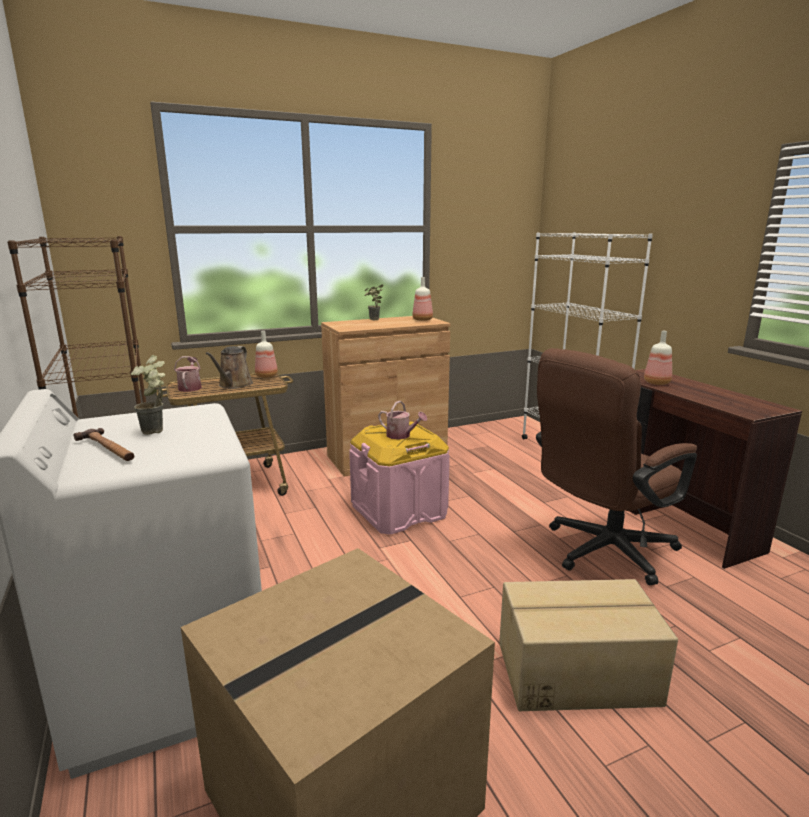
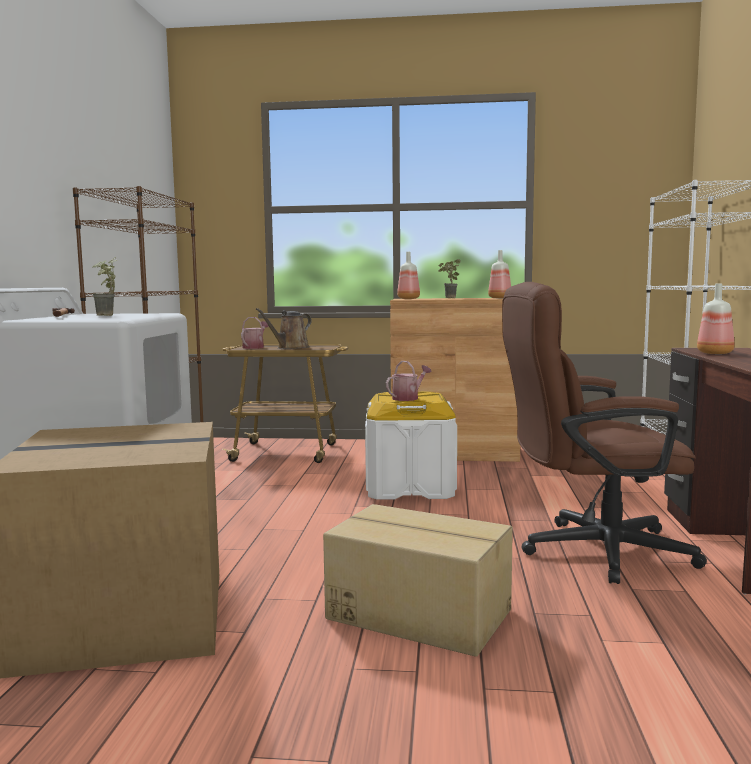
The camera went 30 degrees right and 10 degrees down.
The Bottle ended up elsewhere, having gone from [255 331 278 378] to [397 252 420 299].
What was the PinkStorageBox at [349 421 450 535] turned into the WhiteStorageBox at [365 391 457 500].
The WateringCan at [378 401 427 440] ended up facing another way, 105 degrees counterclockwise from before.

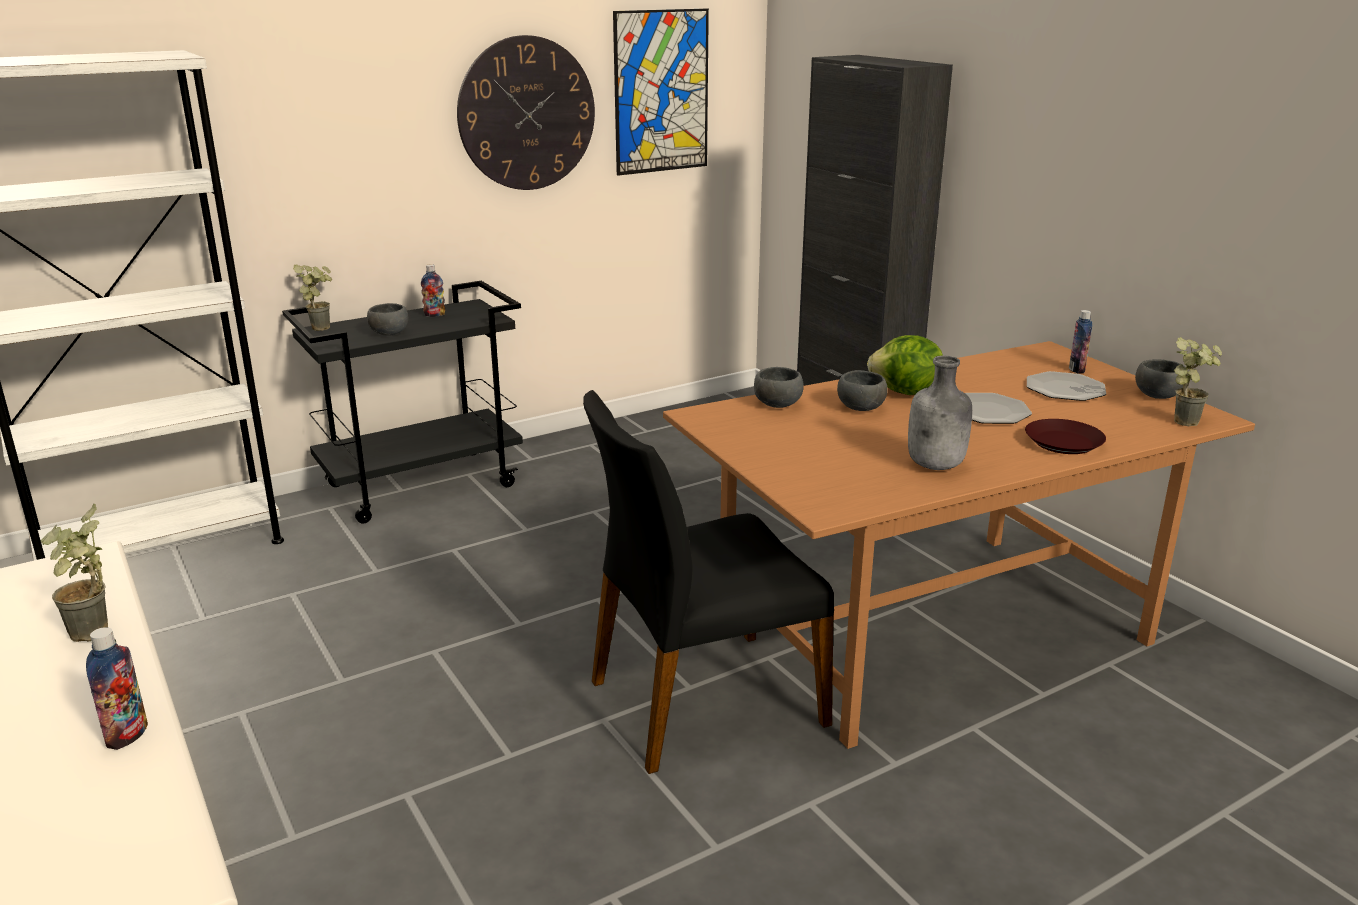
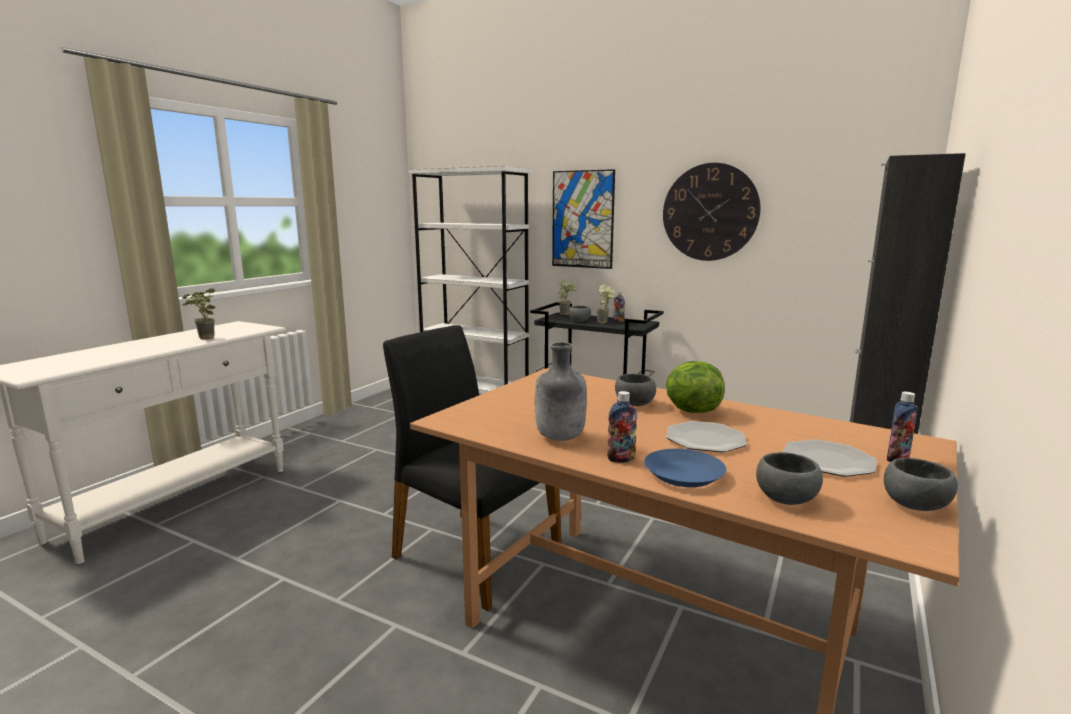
The camera went 60 degrees right and 10 degrees down.
The Bottle ended up elsewhere, having gone from [86 627 148 750] to [607 391 637 463].
The Picture ended up elsewhere, having gone from [613 9 709 176] to [552 169 615 269].
The GreyBowl ended up elsewhere, having gone from [754 367 804 408] to [756 452 823 505].
The PottedPlant ended up elsewhere, having gone from [1174 337 1222 426] to [596 284 615 323].
What was the BrownPlate at [1025 419 1106 454] turned into the BluePlate at [644 449 726 487].

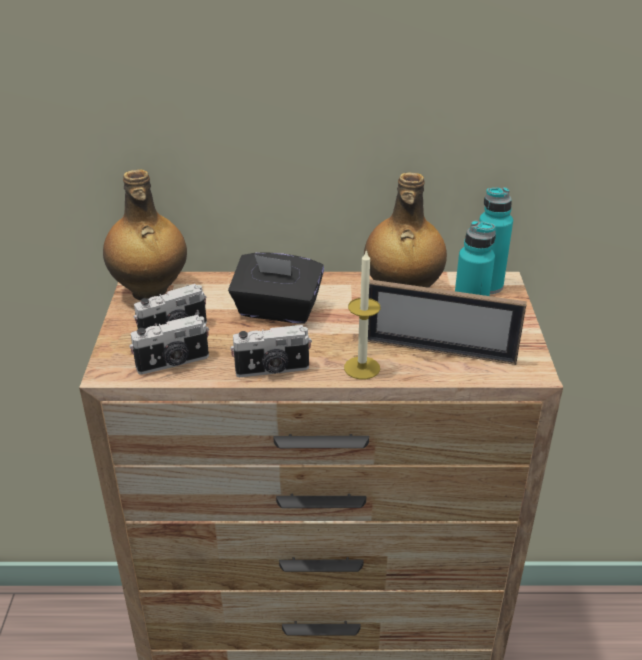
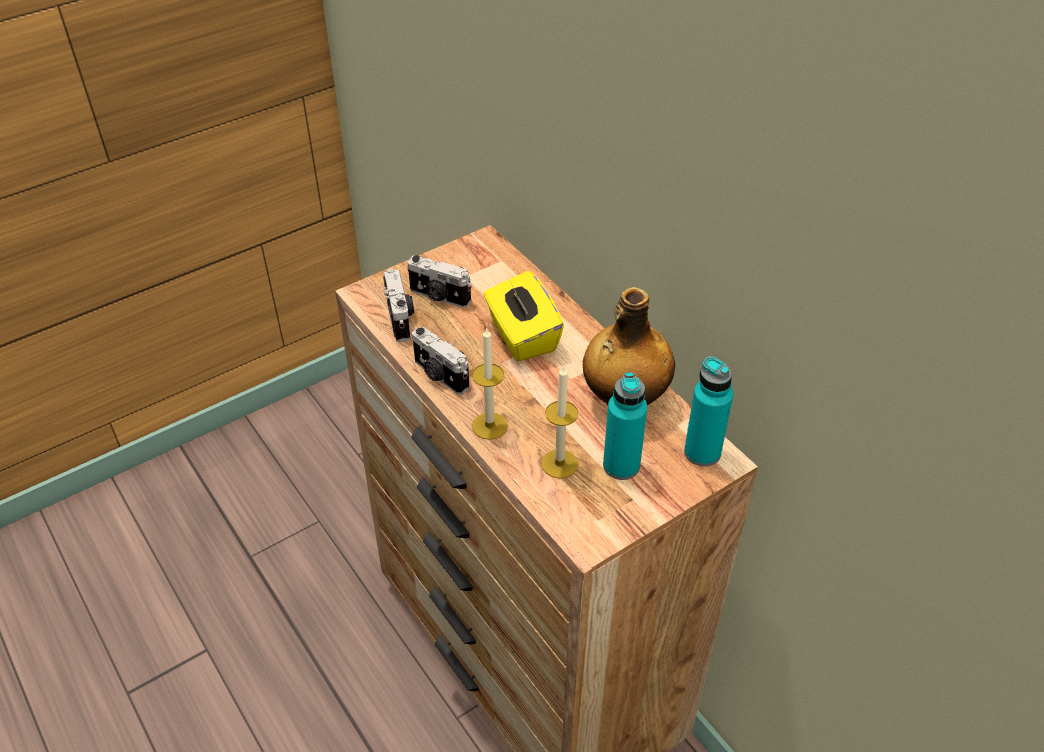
The camera went 55 degrees right and 10 degrees up.
The second view lost the Bottle at [103 169 187 300].
Where the PictureFrame stood at [368 279 527 365], the Candle came to stand at [541 365 578 479].
What was the BlackTissueBox at [228 253 324 324] turned into the YellowTissueBox at [484 271 564 362].
The PhotoCamera at [129 315 209 375] ended up facing another way, 135 degrees counterclockwise from before.

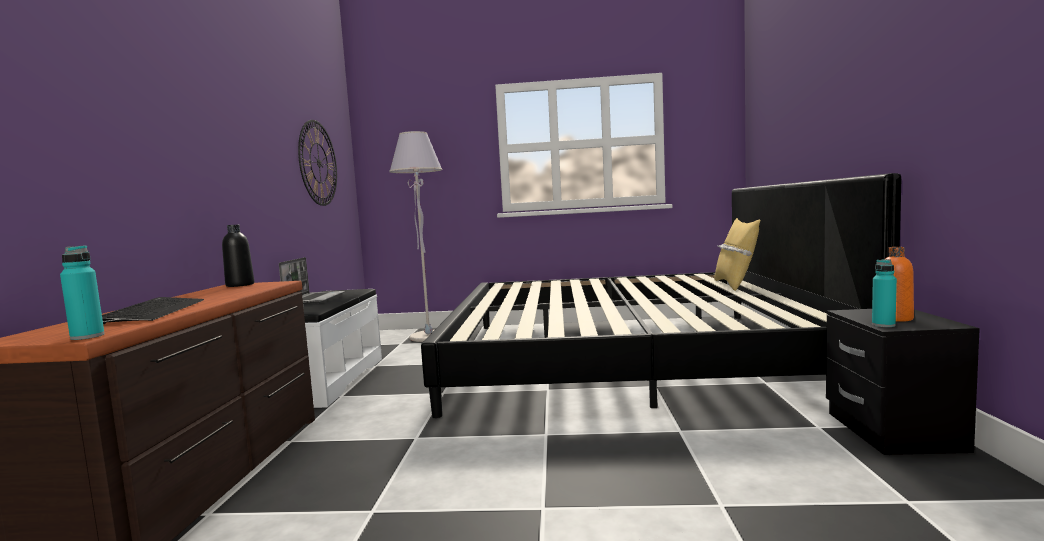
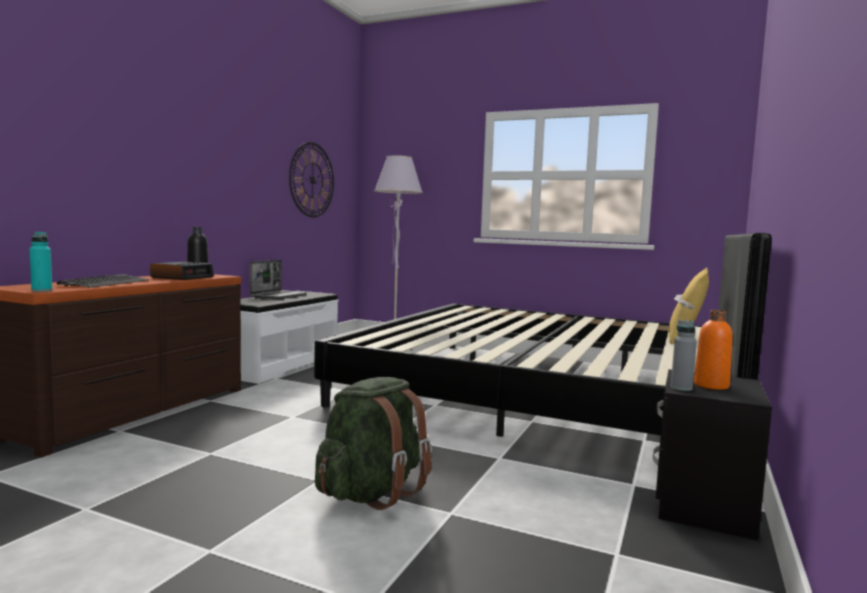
The camera went 20 degrees right and 0 degrees up.
The second view gained the AlarmClock at [150 262 214 280].
The second view gained the GreenBackpack at [315 377 432 510].
What was the TurquoiseBottle at [872 259 897 327] turned into the GreyBottle at [671 320 697 391].

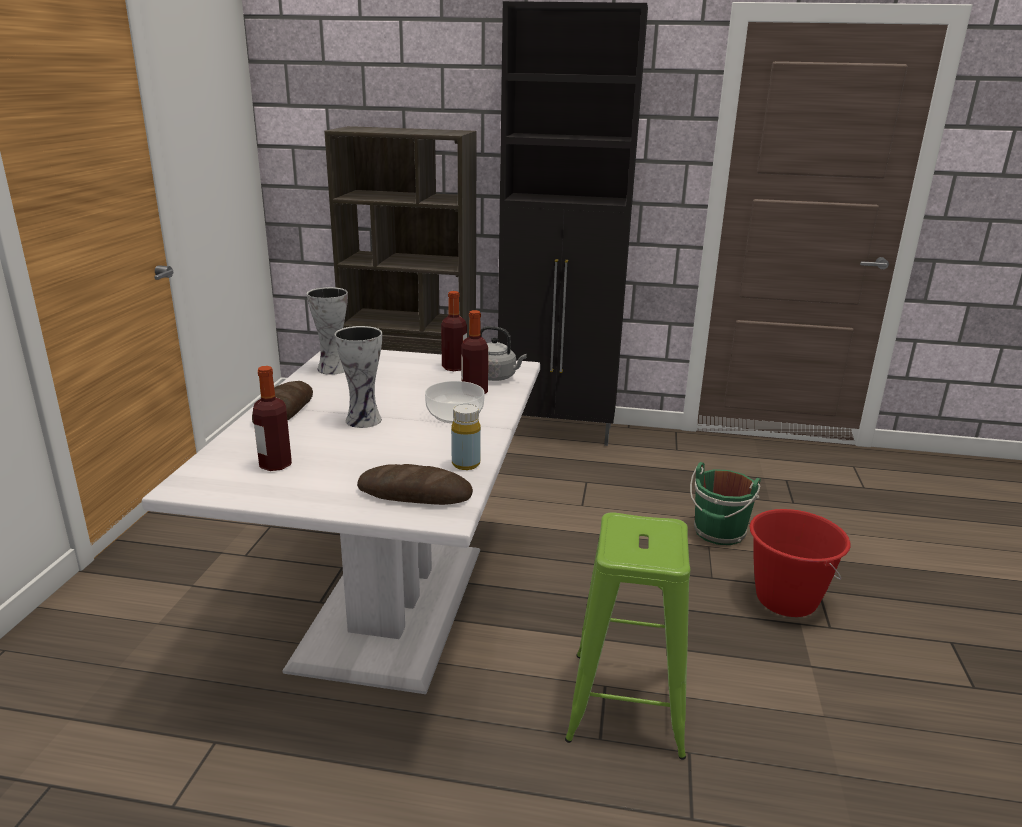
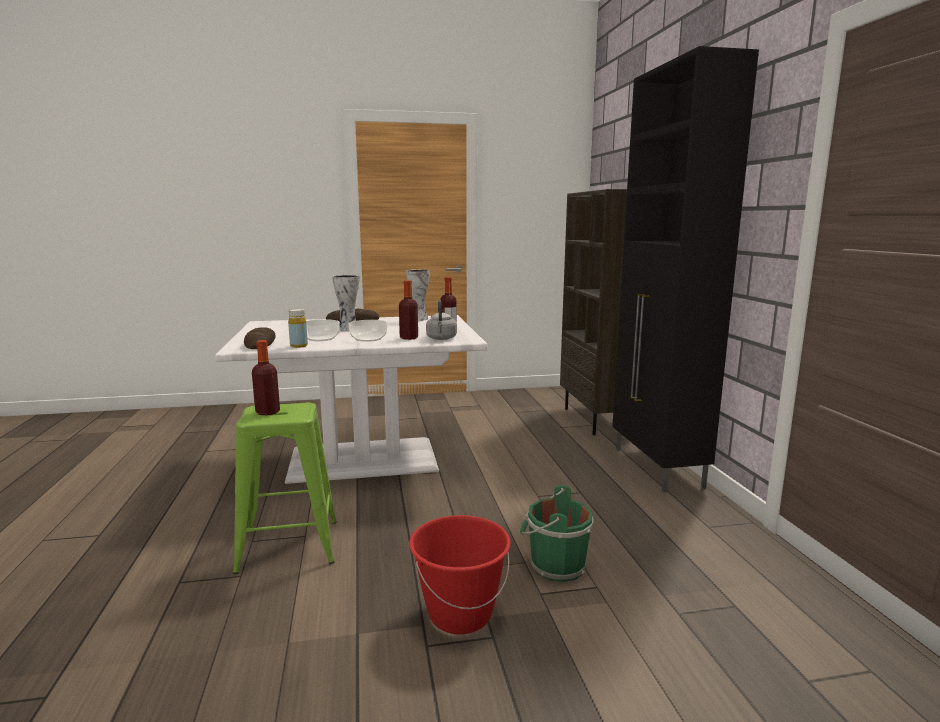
The camera went 70 degrees right and 10 degrees down.
The second view gained the Bowl at [306 319 340 341].
The Bottle ended up elsewhere, having gone from [253 366 292 471] to [252 340 280 415].

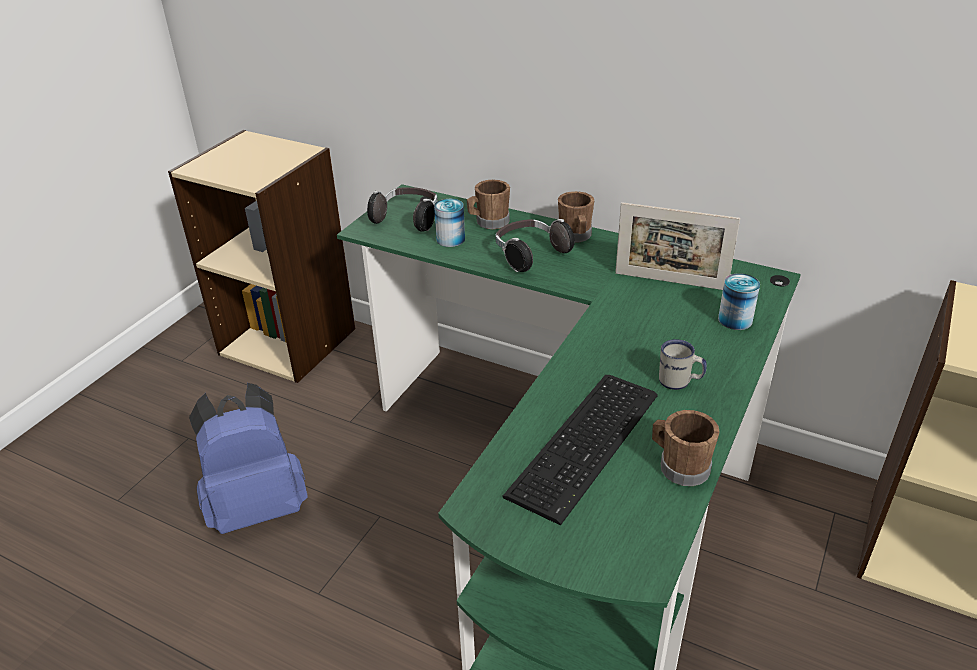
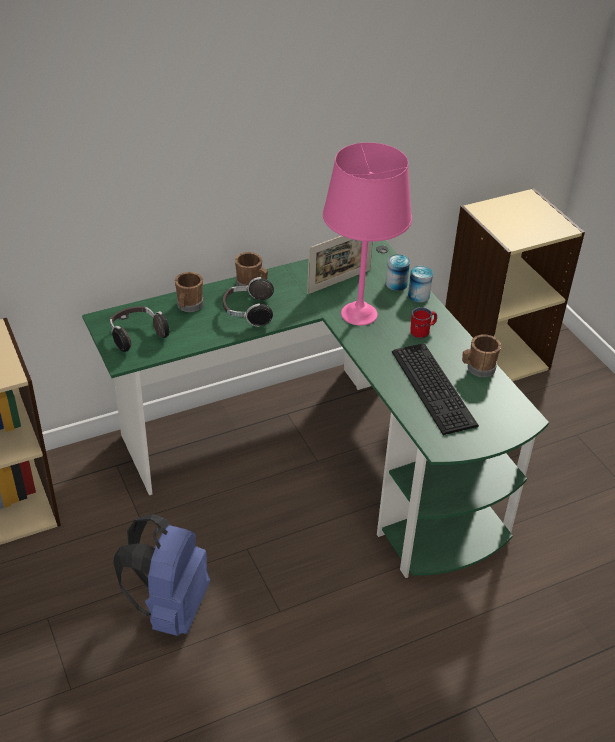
The camera went 55 degrees left and 5 degrees up.
The second view gained the PinkTableLamp at [323 142 412 326].
The Can ended up elsewhere, having gone from [434 199 465 247] to [408 266 433 303].
What was the WhiteMug at [659 339 707 390] turned into the RedMug at [410 307 437 339].

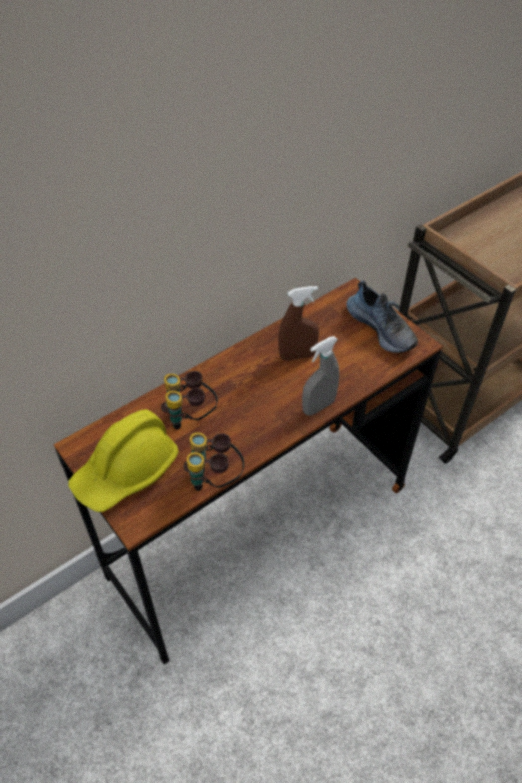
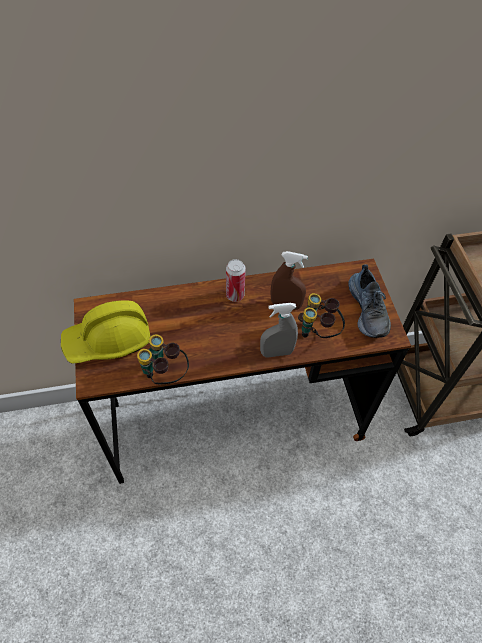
The camera went 25 degrees right and 5 degrees up.
The second view gained the Can at [226 259 246 302].
The Binoculars ended up elsewhere, having gone from [161 371 218 430] to [298 293 345 338].

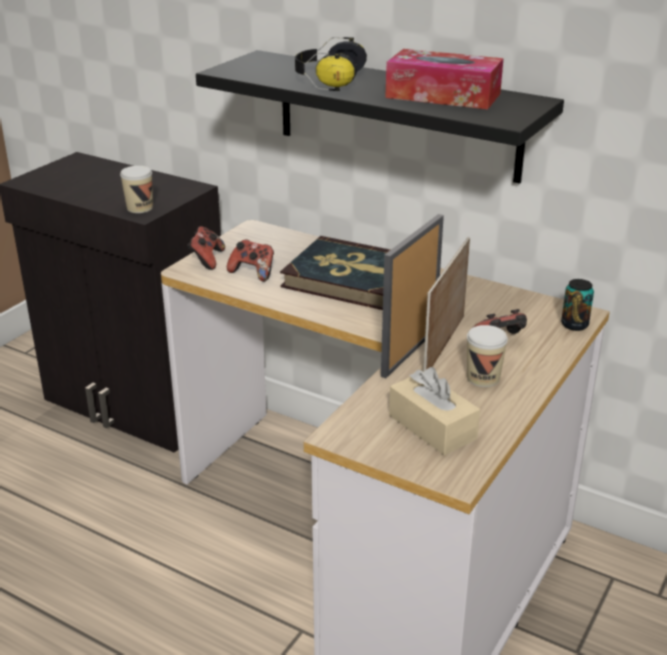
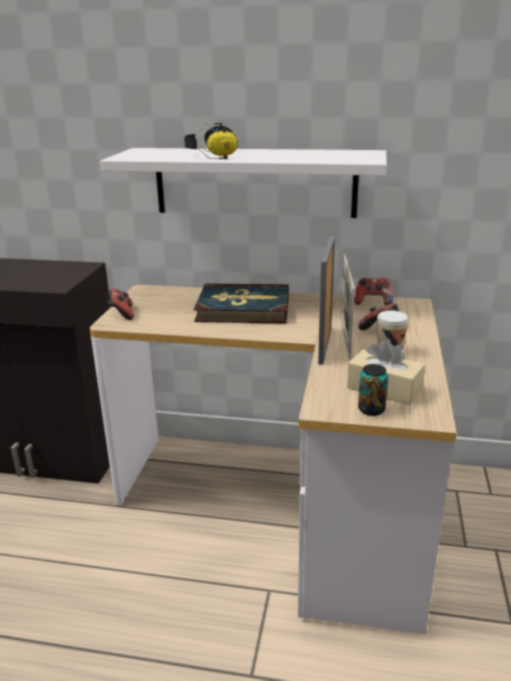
The camera went 20 degrees left and 5 degrees down.
The second view lost the Cup at [120 166 153 213].
The second view lost the TissueBox at [385 49 504 109].
The GameController ended up elsewhere, having gone from [227 239 274 282] to [354 278 393 305].
The Can ended up elsewhere, having gone from [561 279 594 331] to [358 364 388 416].
What was the BlackShelf at [196 50 564 184] turned into the WhiteShelf at [100 148 387 218].

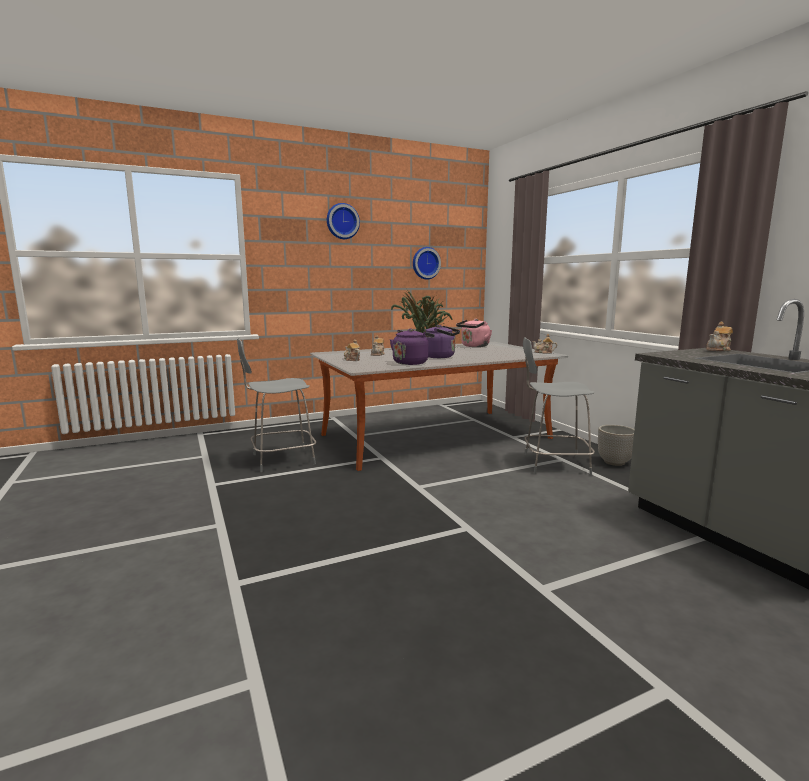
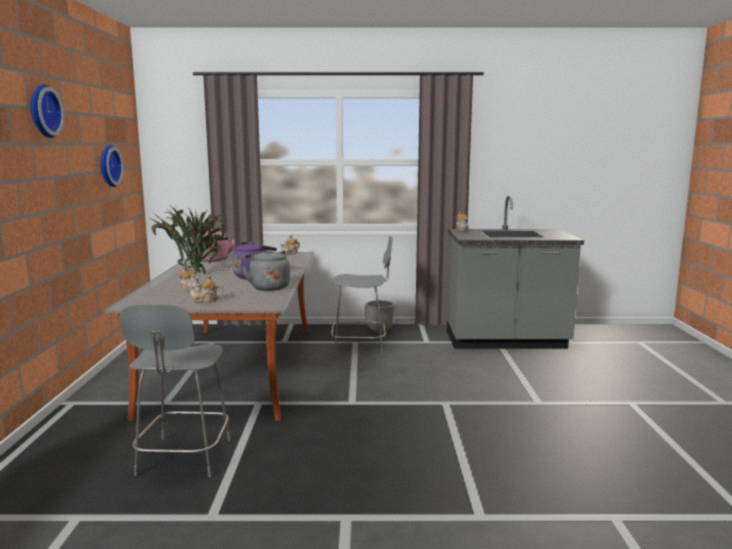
The camera went 65 degrees left and 0 degrees up.
What was the PurpleKettle at [390 329 435 365] turned into the GreyKettle at [242 250 290 291].
The GreyChair at [523 337 595 475] ended up facing another way, 120 degrees counterclockwise from before.

